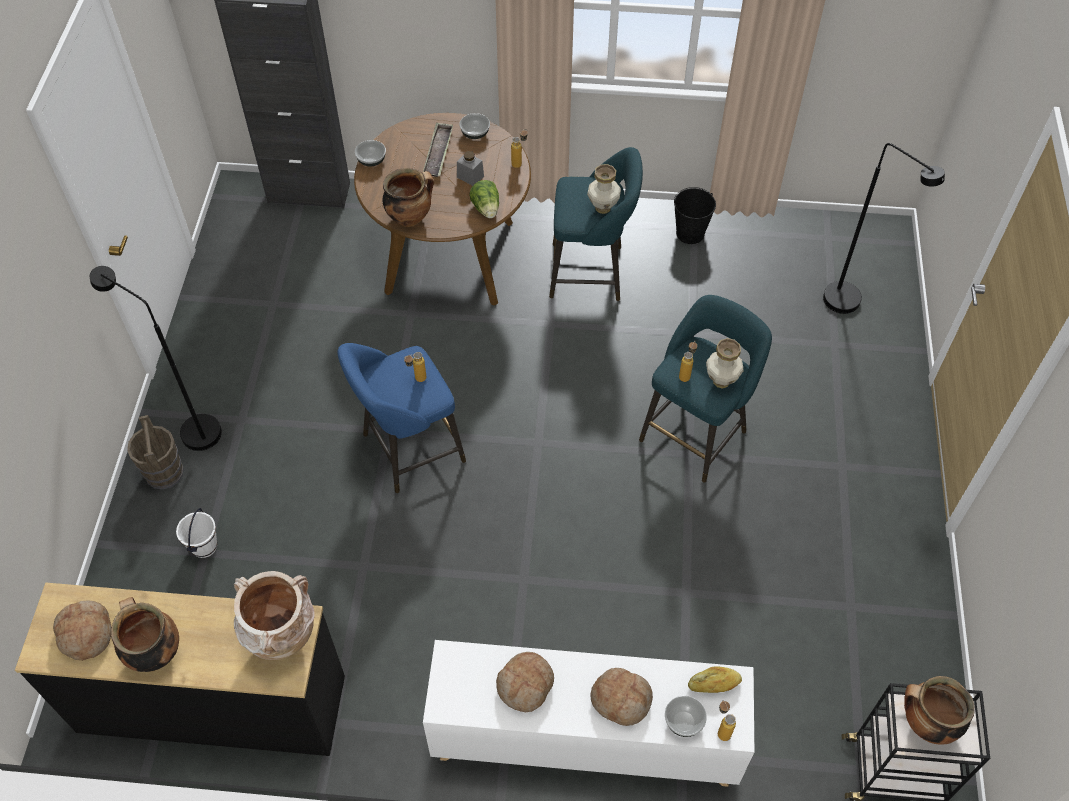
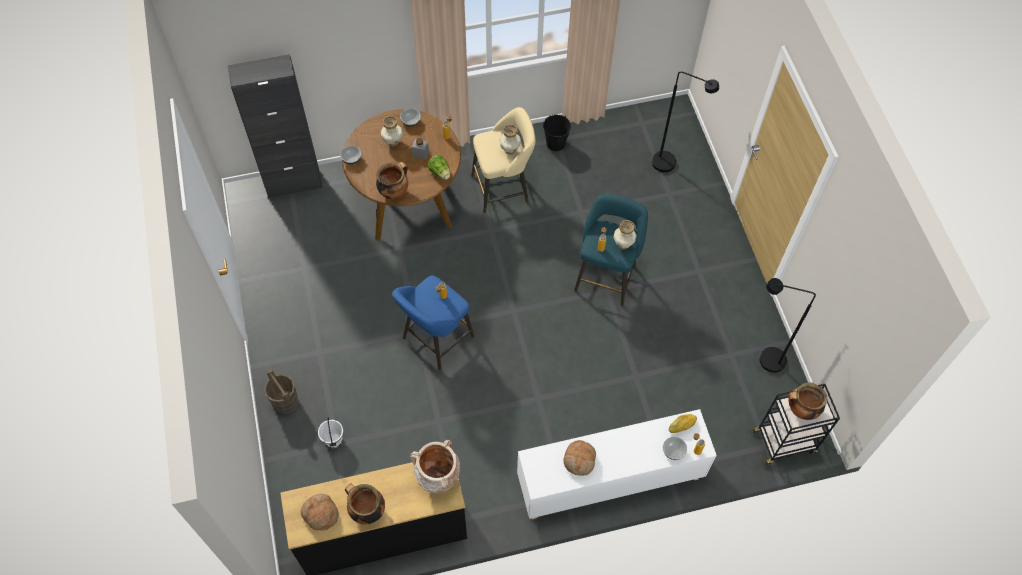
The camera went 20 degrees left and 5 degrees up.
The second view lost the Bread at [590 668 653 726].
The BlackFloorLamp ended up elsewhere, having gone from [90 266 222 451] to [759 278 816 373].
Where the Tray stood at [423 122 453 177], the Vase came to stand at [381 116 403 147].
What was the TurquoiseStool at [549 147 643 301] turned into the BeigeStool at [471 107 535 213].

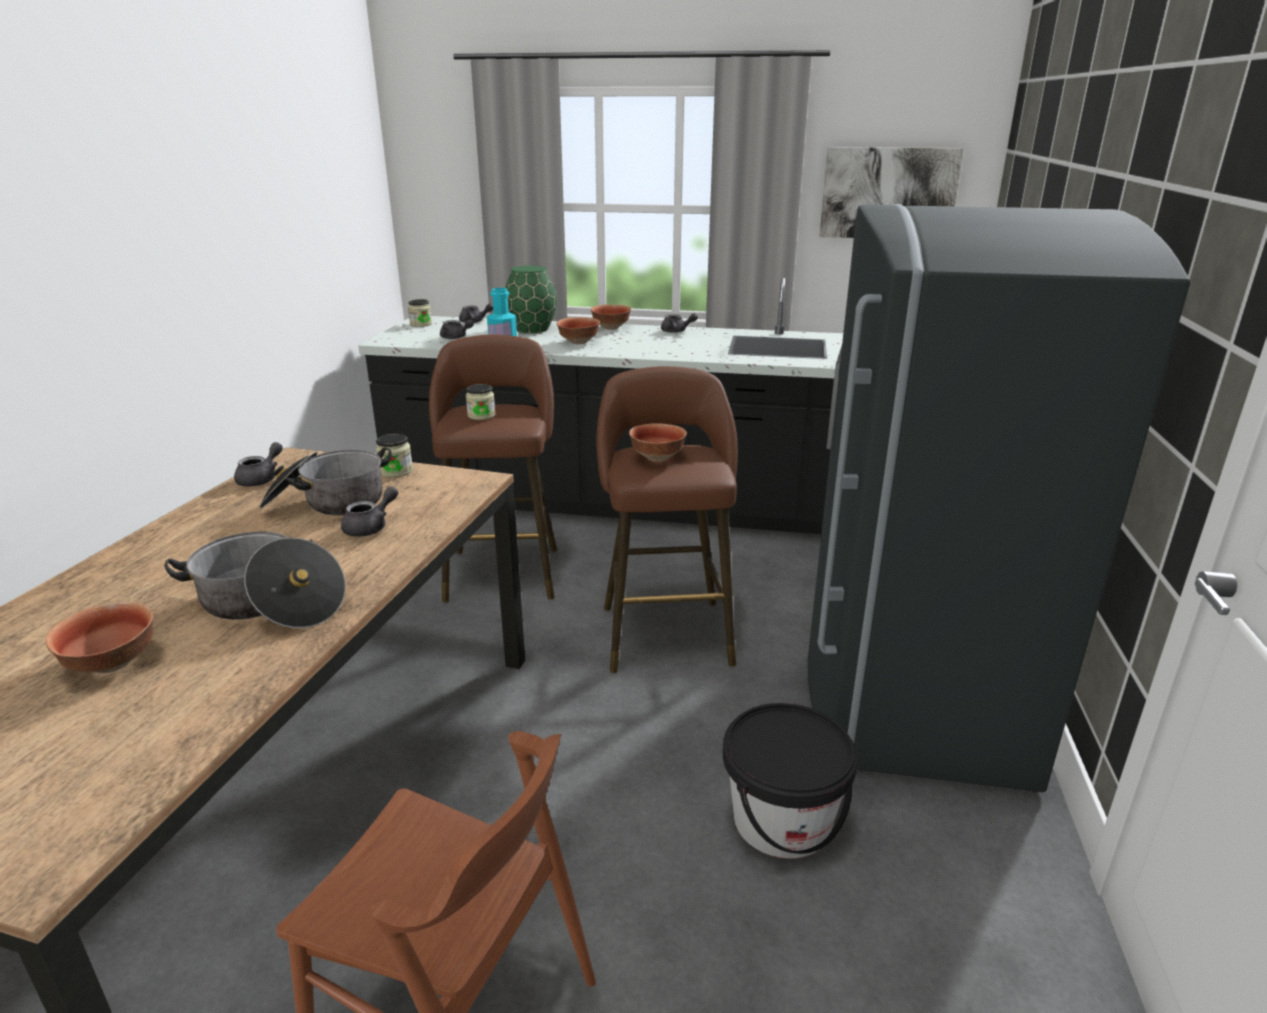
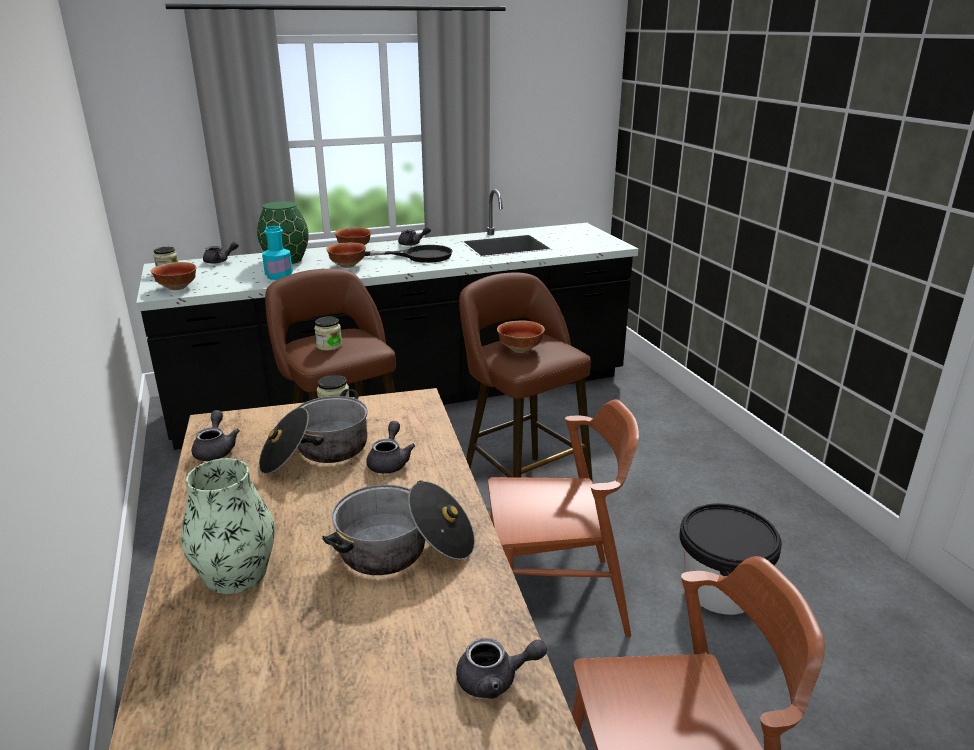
The camera went 30 degrees left and 0 degrees up.
The second view lost the GreyFridge at [808 204 1190 793].
The second view lost the Picture at [820 147 964 238].
The second view gained the Vase at [181 458 275 594].
The second view gained the BlackFryingPan at [364 245 453 263].
The second view gained the BrownChair at [488 399 639 638].
The Bowl ended up elsewhere, having gone from [45 601 154 673] to [151 262 197 290].
The GreyTeapot ended up elsewhere, having gone from [440 319 474 339] to [456 638 547 699].

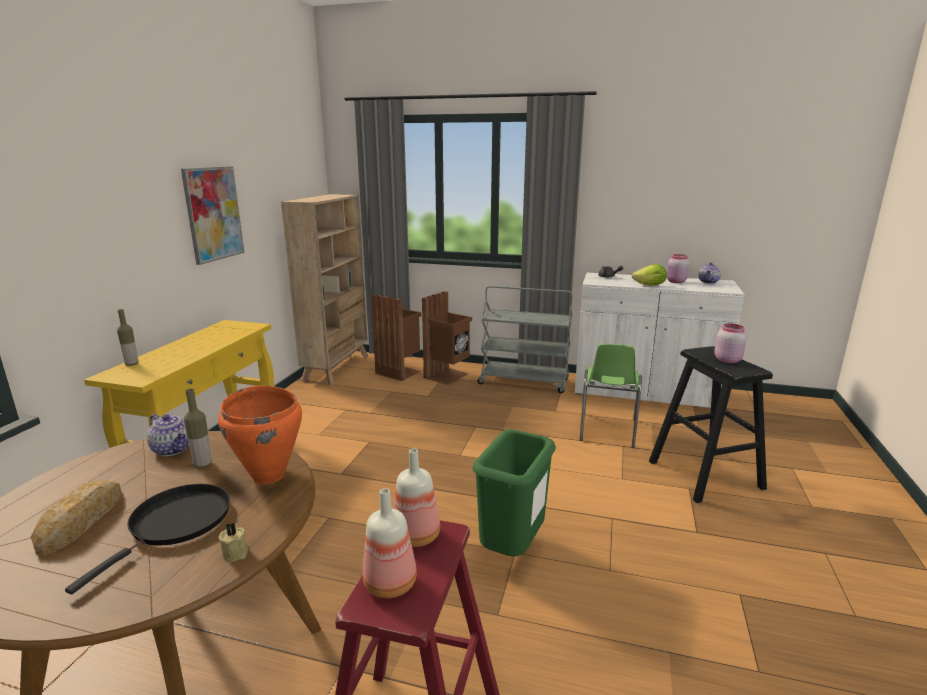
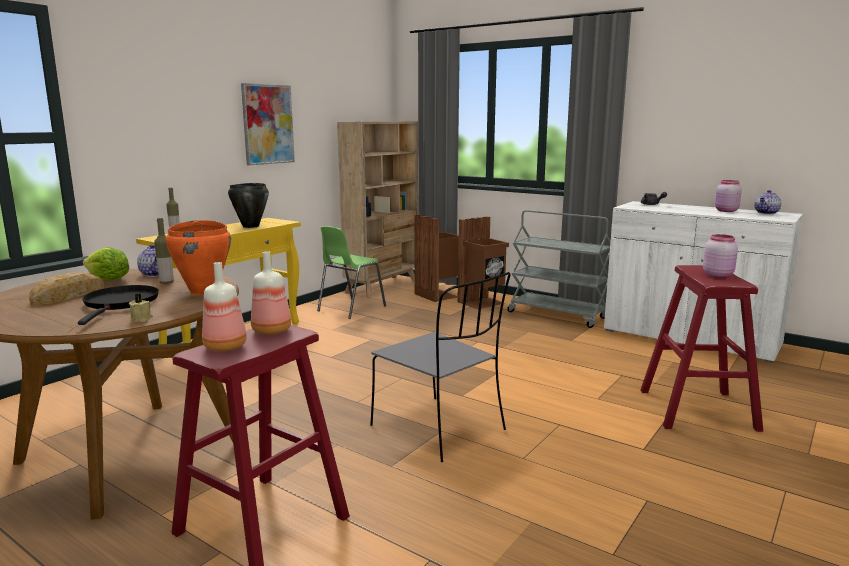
The camera went 20 degrees right and 5 degrees down.
The second view gained the BlackCookingPot at [228 183 269 228].
The GreenChair ended up elsewhere, having gone from [580 343 642 448] to [317 226 386 319].
The Lettuce ended up elsewhere, having gone from [632 264 667 286] to [83 247 130 280].
Where the GreenTrashCan stood at [472 429 556 557], the GreyChair came to stand at [370 272 511 462].
What was the BlackStool at [649 346 773 503] turned into the RedStool at [641 265 763 432].
The BlackFryingPan at [65 484 230 594] ended up facing another way, 45 degrees counterclockwise from before.

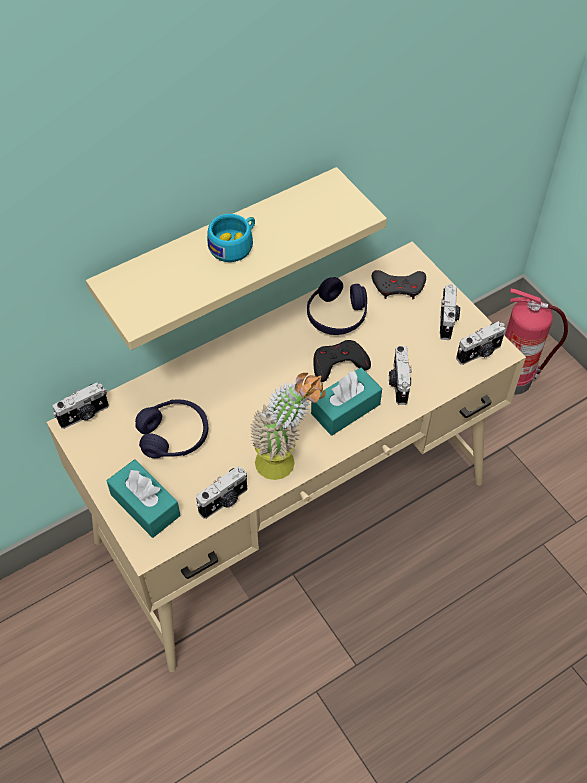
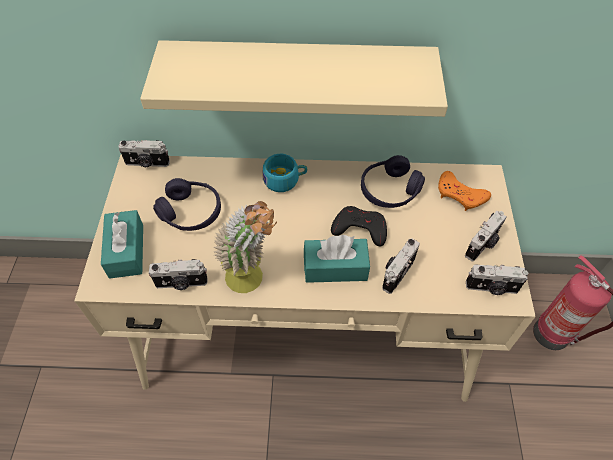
The camera went 35 degrees right and 0 degrees up.
The TurquoiseCup ended up elsewhere, having gone from [207 214 255 262] to [263 154 307 192].
What was the GreyGameController at [372 270 426 300] turned into the OrangeGameController at [438 171 491 211].

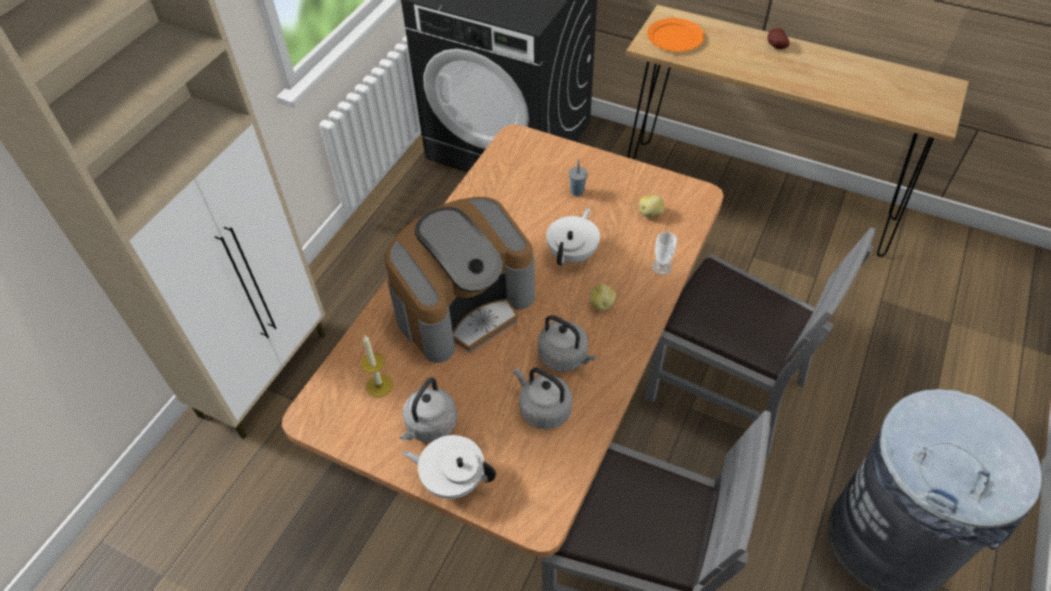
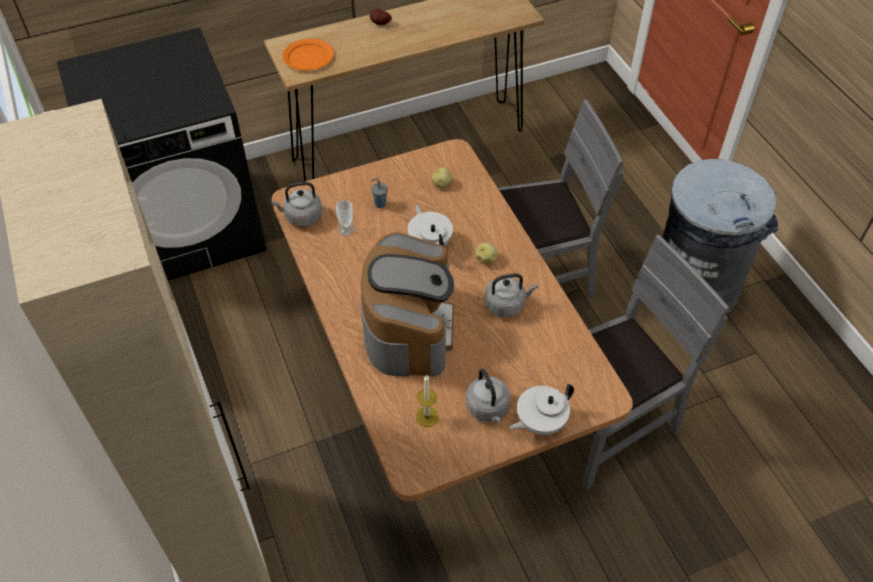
The camera went 50 degrees left and 0 degrees up.
The GreyKettle ended up elsewhere, having gone from [514 368 572 429] to [271 182 322 227].
The Cup ended up elsewhere, having gone from [652 232 677 275] to [336 200 355 236].

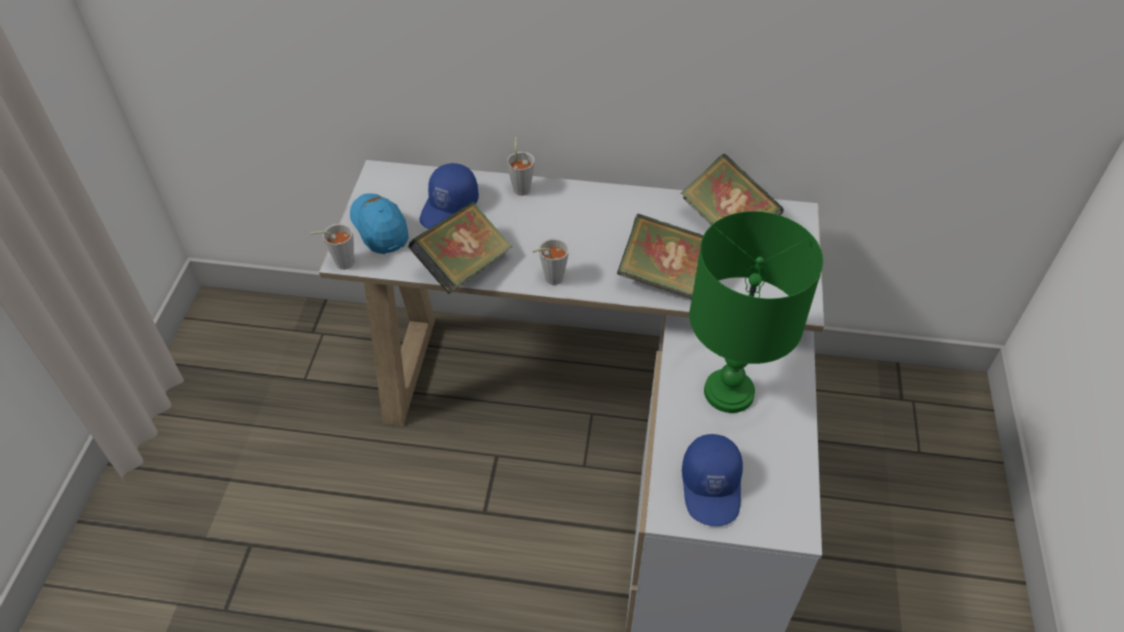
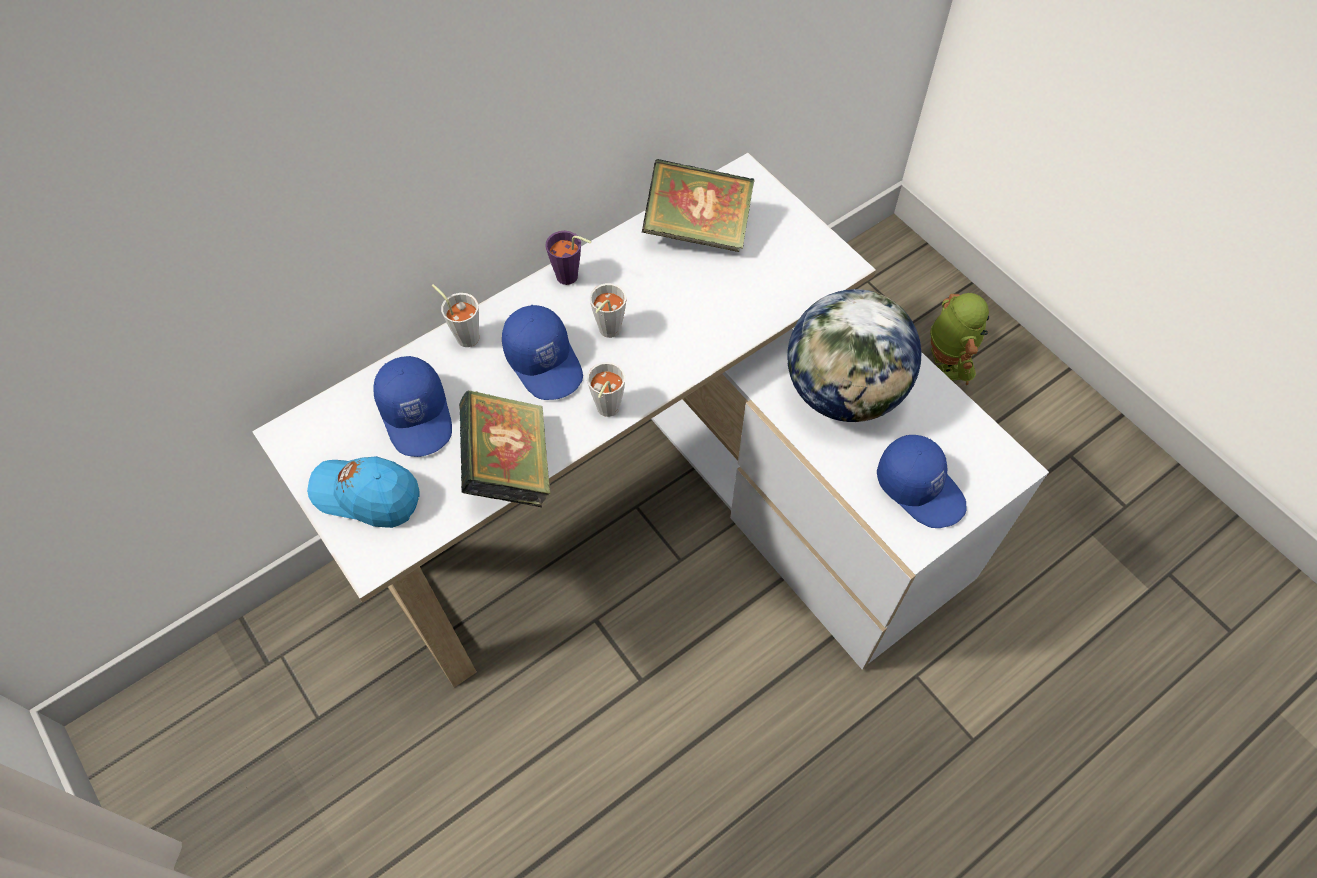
The camera went 45 degrees left and 10 degrees up.
The second view lost the Book at [617 214 704 299].
The second view gained the BlueCap at [502 305 583 400].
The second view gained the PurpleCup at [545 231 591 285].
The second view gained the ToyRobot at [930 293 989 385].
The GreyCup ended up elsewhere, having gone from [311 223 354 270] to [590 283 627 338].
Where the GreenTableLamp stood at [689 211 823 413], the Globe came to stand at [787 289 921 422].

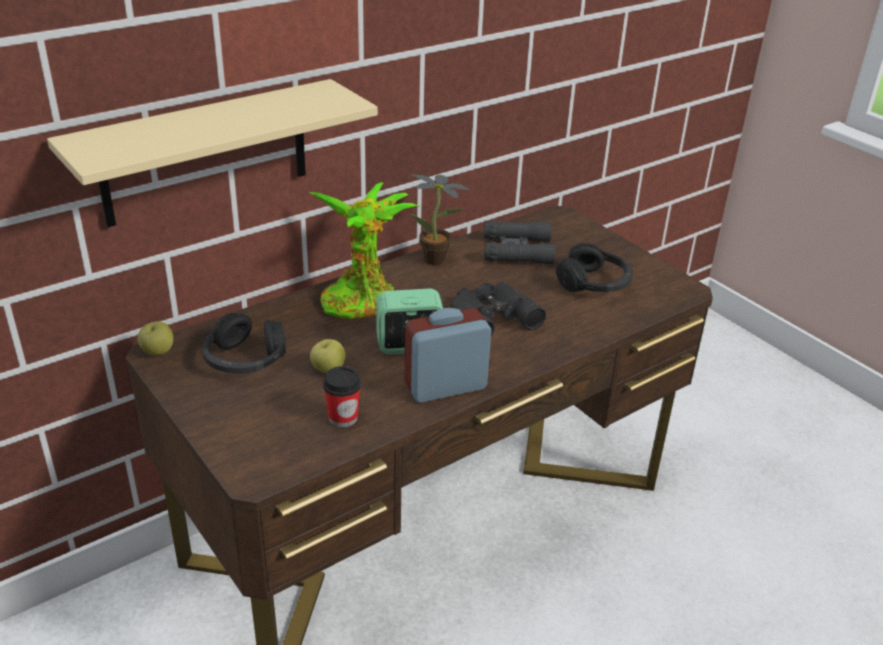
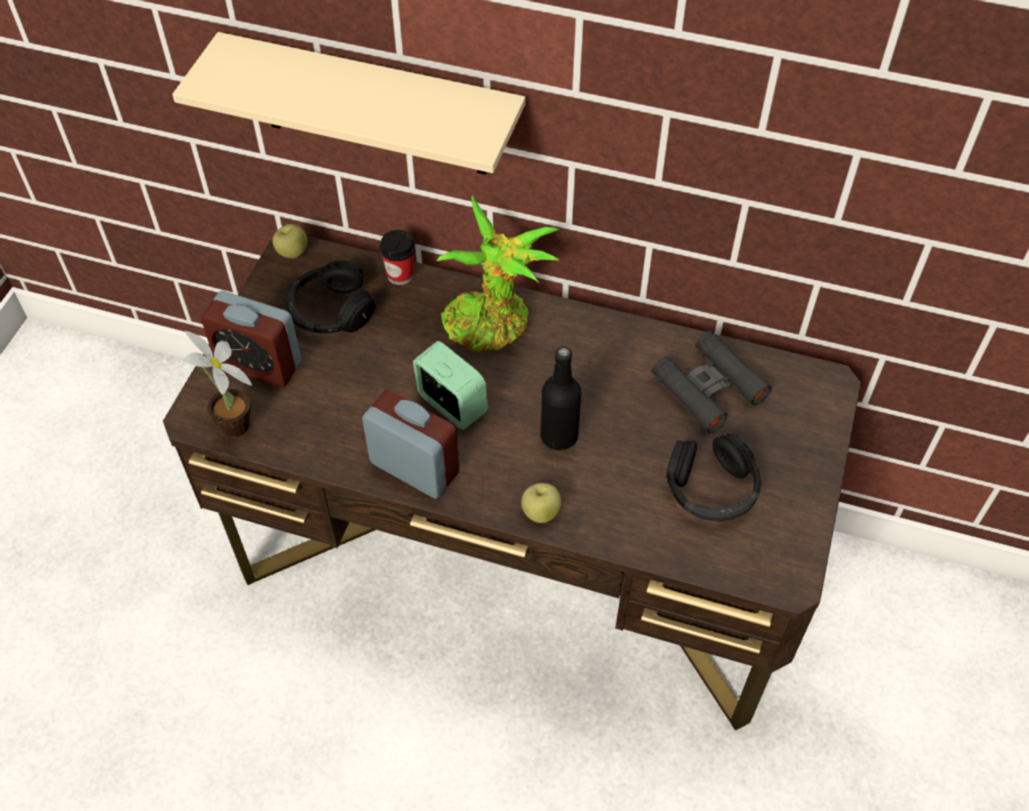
The camera went 55 degrees right and 20 degrees up.
The second view gained the AlarmClock at [201 291 301 387].
The Apple ended up elsewhere, having gone from [310 339 345 373] to [521 483 561 523].
The Cup ended up elsewhere, having gone from [323 366 361 427] to [380 230 415 285].
The PottedPlant ended up elsewhere, having gone from [411 175 470 265] to [183 331 252 437].
Where the BlackBinoculars stood at [451 282 546 336], the BlackBottle came to stand at [541 346 581 450].

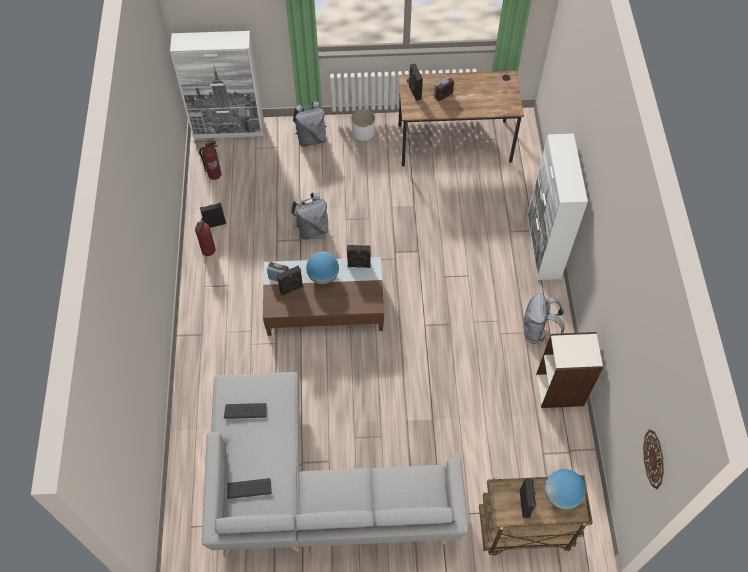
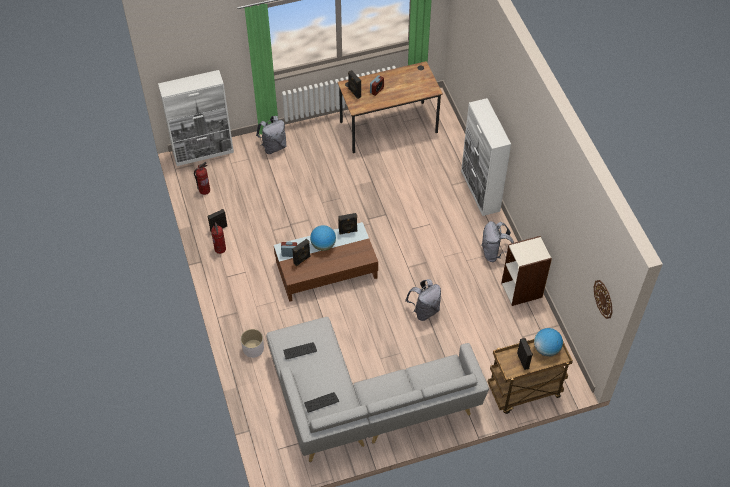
The camera went 15 degrees left and 5 degrees down.
The GreyBackpack ended up elsewhere, having gone from [291 192 329 240] to [405 279 441 321].
The WhitePlanter ended up elsewhere, having gone from [351 109 375 141] to [241 329 264 358].

